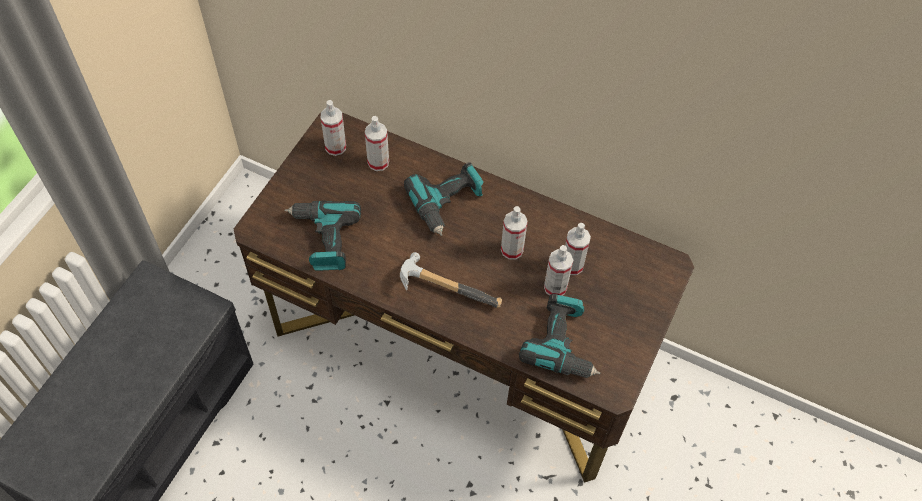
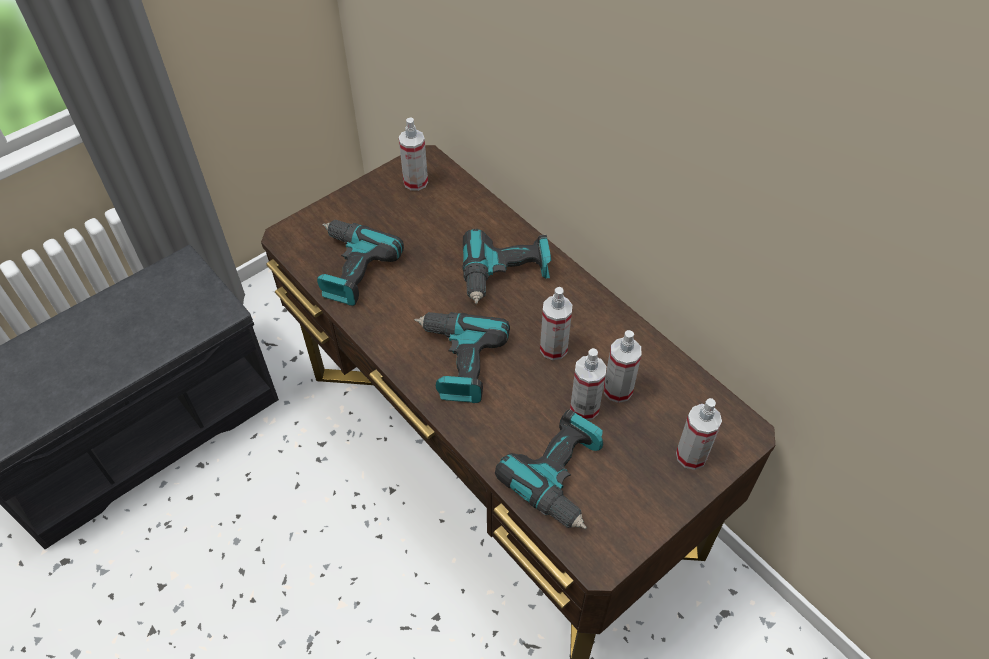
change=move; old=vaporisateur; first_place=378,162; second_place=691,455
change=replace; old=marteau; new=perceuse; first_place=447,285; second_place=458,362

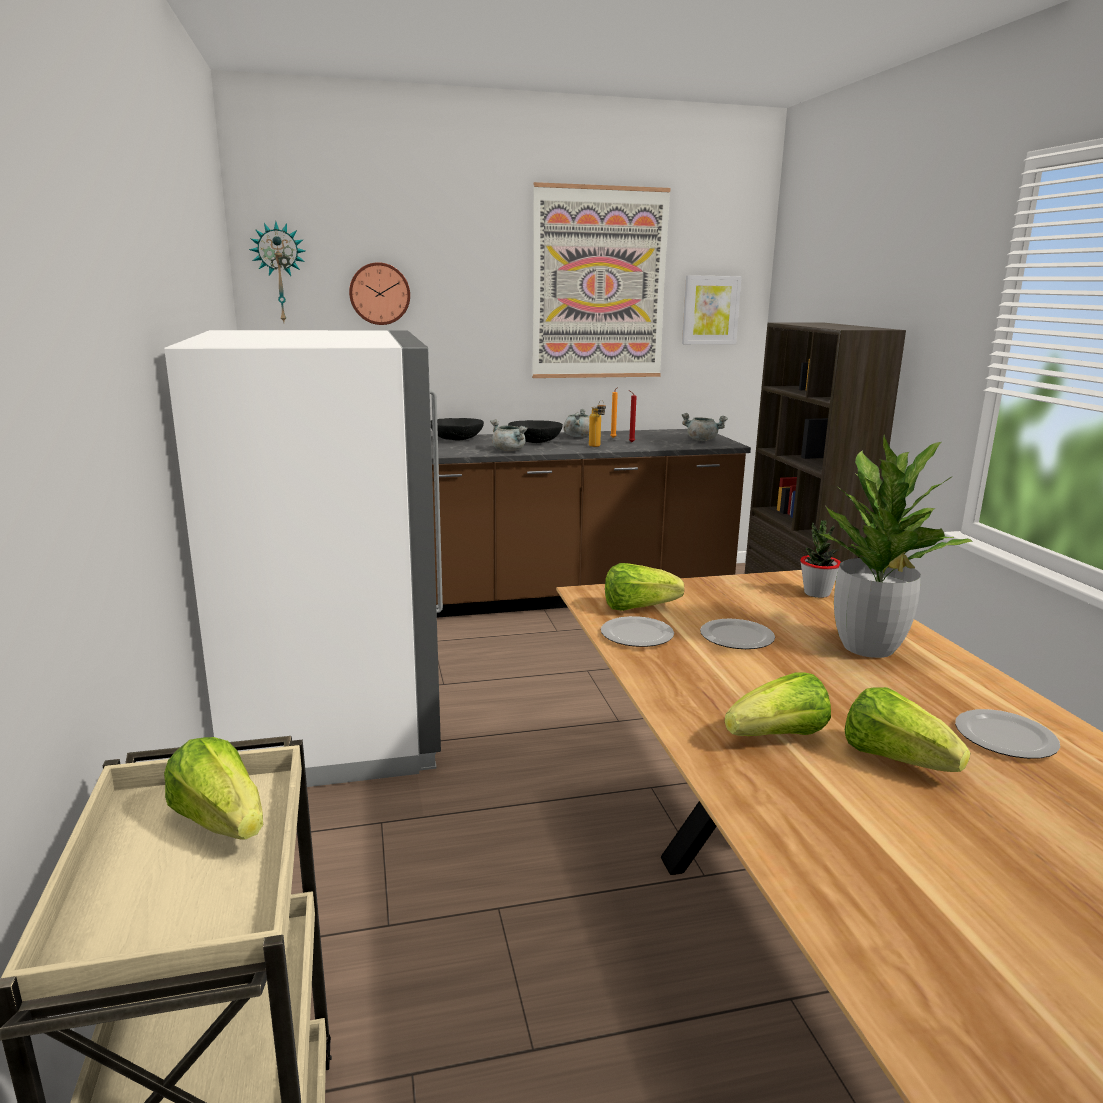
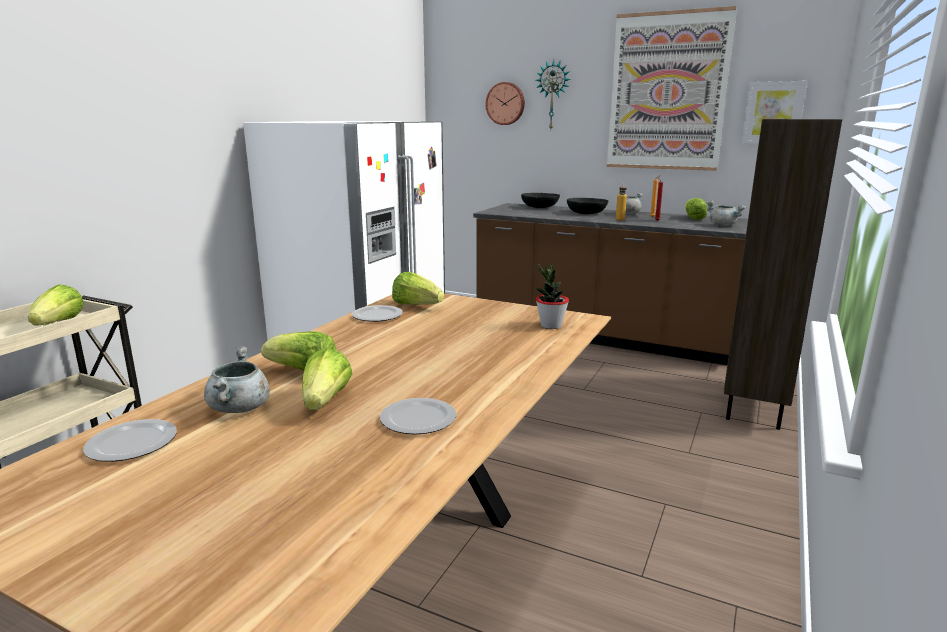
change=delete; old=plante en pot; first_place=868,647
change=insert; new=laitue; second_place=693,218
change=move; old=horloge murale; first_place=280,273; second_place=553,95
change=move; old=marmite/gris; first_place=509,450; second_place=240,408
change=move; old=assiette; first_place=737,637; second_place=134,443

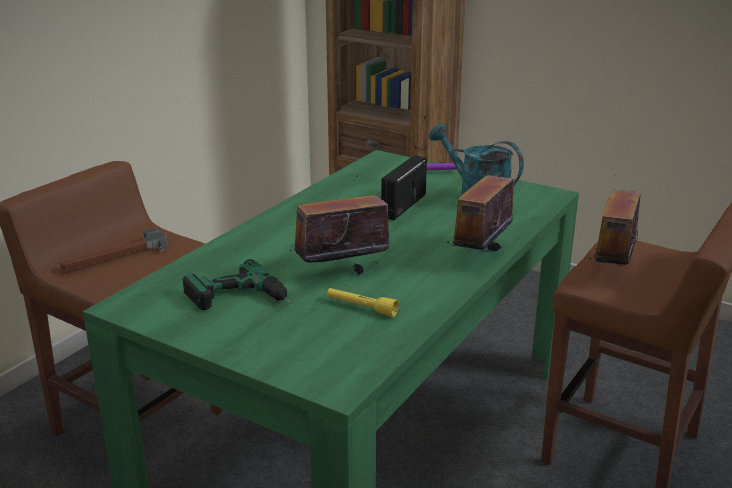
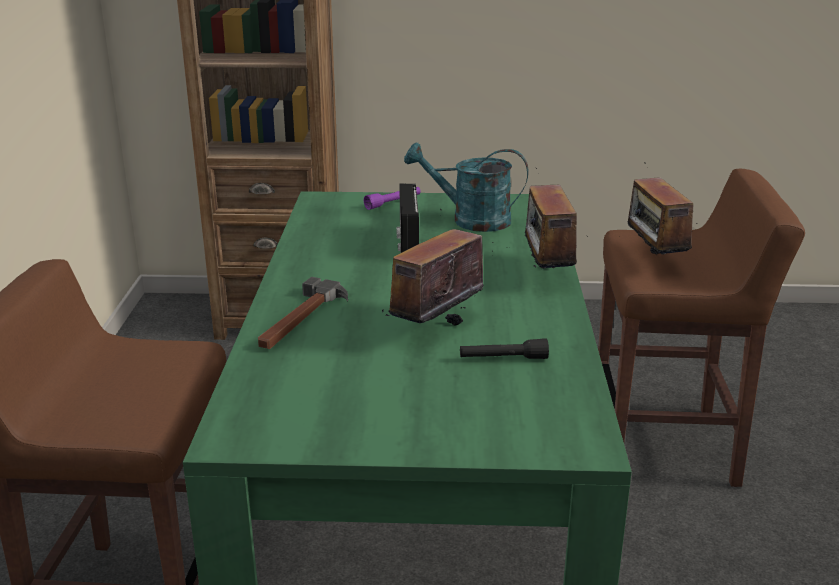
change=delete; old=perceuse; first_place=242,301
change=move; old=marteau; first_place=116,257; second_place=301,319
change=recolor; old=lampe de poche/jaune; new=lampe de poche/noir; first_place=361,307; second_place=503,359

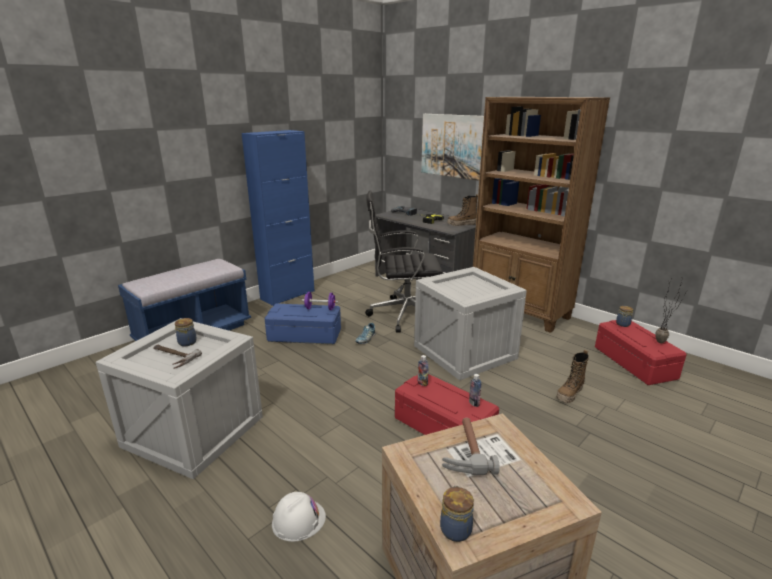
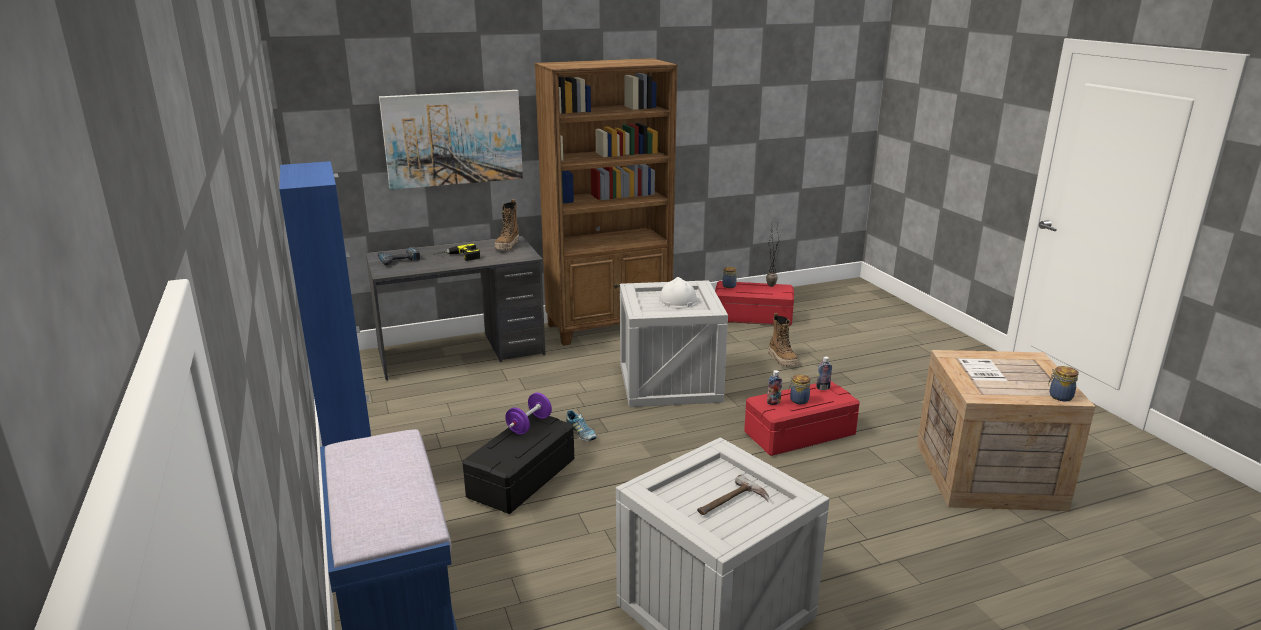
change=delete; old=chaise de bureau/noir; first_place=403,314
change=delete; old=marteau; first_place=464,451
change=move; old=bocal; first_place=188,342; second_place=798,400
change=move; old=casque de chantier/blanc; first_place=298,519; second_place=677,301
change=recolor; old=boîte de rangement/bleu; new=boîte de rangement/noir; first_place=305,335; second_place=521,478

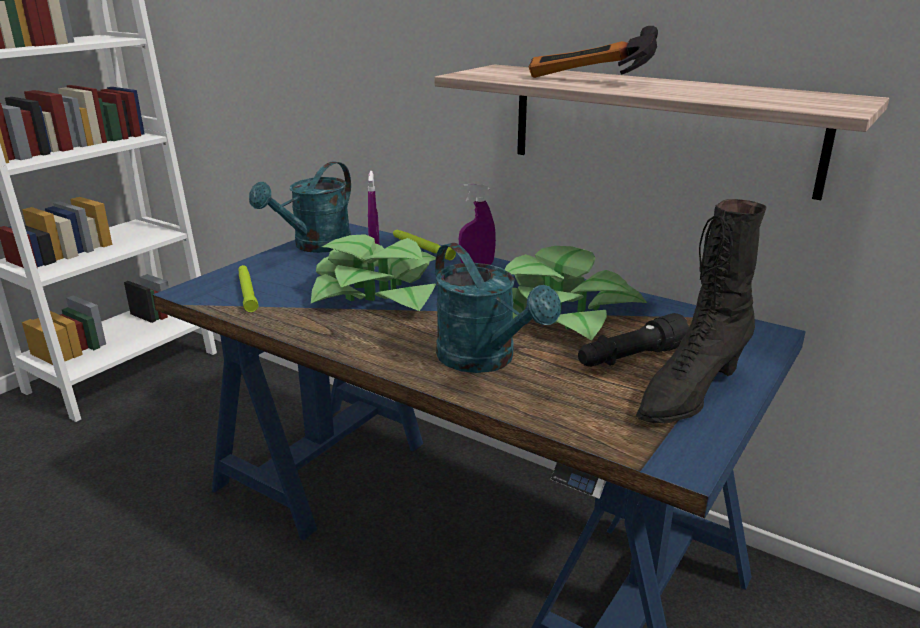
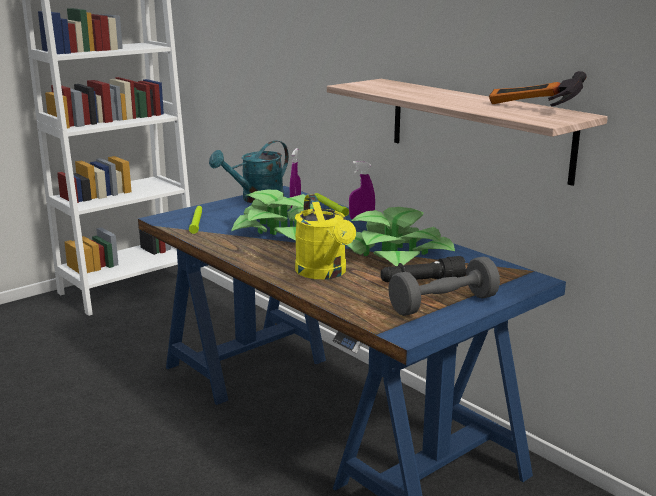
change=move; old=marteau; first_place=587,81; second_place=530,109
change=replace; old=botte/noir; new=haltère/gris; first_place=689,394; second_place=443,304
change=recolor; old=arrosoir/turquoise; new=arrosoir/jaune; first_place=485,360; second_place=324,273

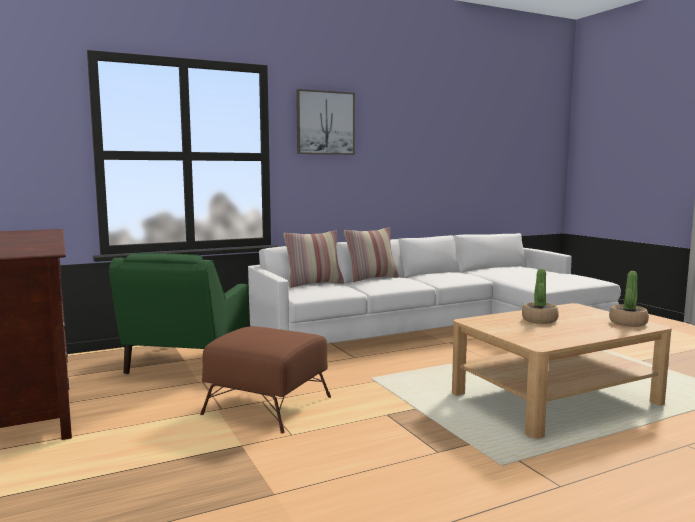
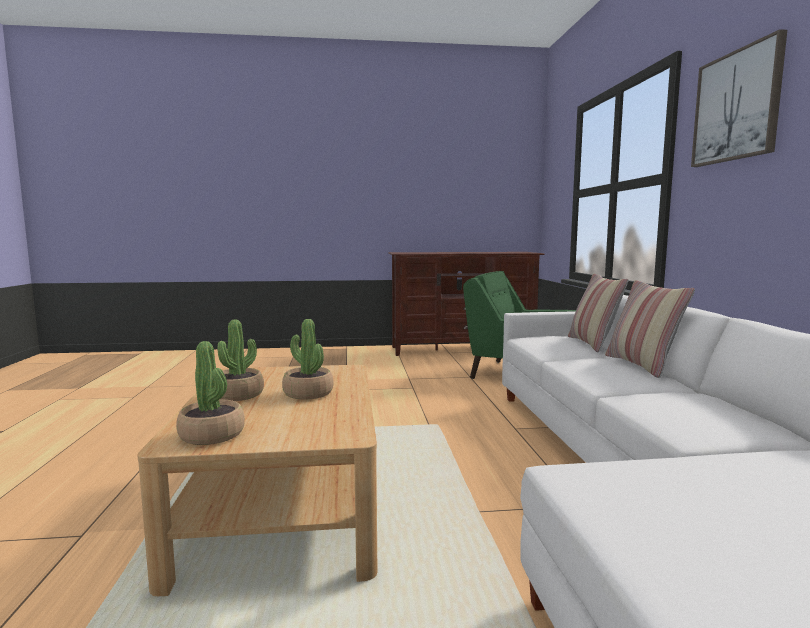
change=delete; old=pouf/marron; first_place=268,405
change=insert; new=plante en pot; second_place=238,395

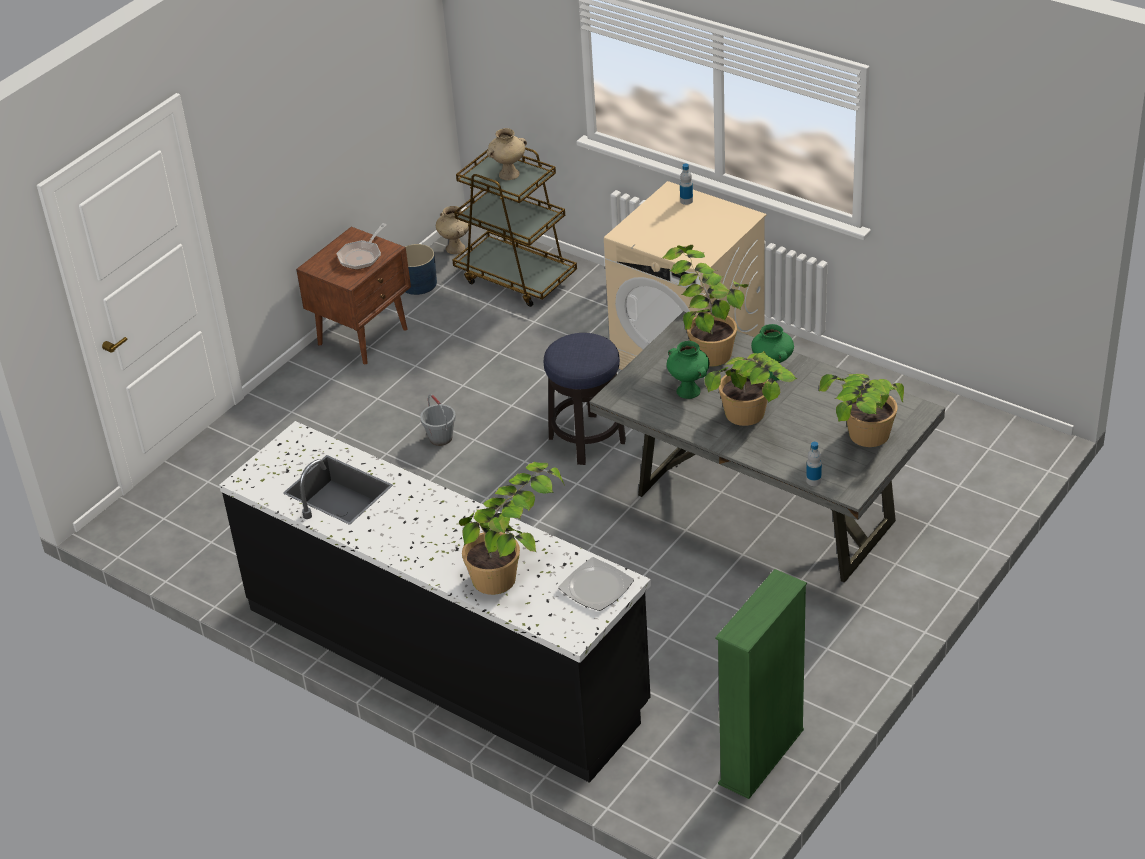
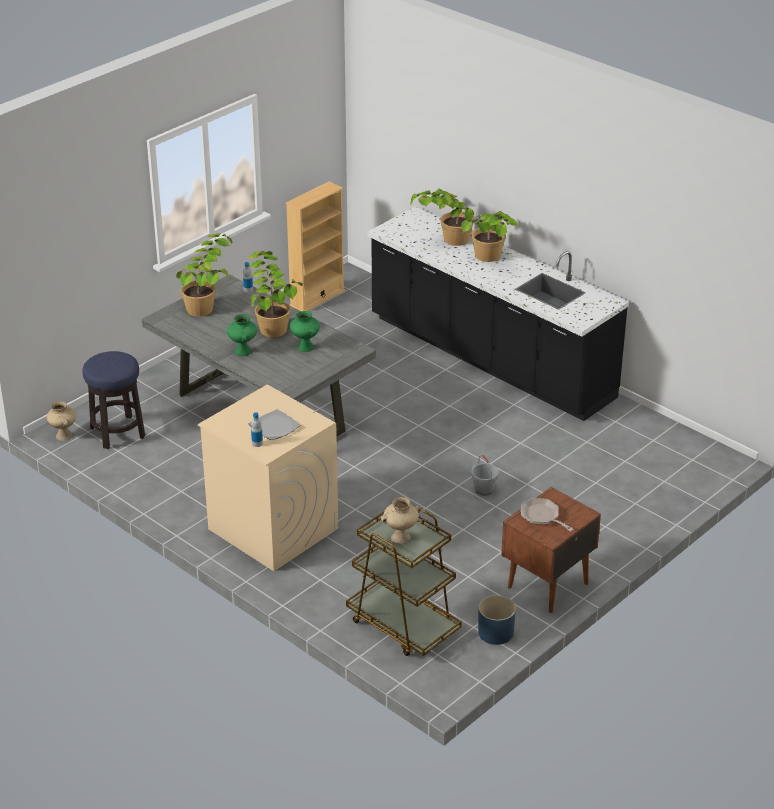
change=move; old=vase/beige; first_place=456,248; second_place=63,436
change=move; old=tabouret; first_place=587,440; second_place=117,432
change=move; old=assiette; first_place=595,587; second_place=275,427
change=move; old=plante en pot; first_place=705,342; second_place=490,262
change=recolor; old=bibliothèque/vert; new=bibliothèque/beige; first_place=761,757; second_place=317,298
change=rotate; old=poêle; first_place=362,256; second_place=542,516; degrees=-75

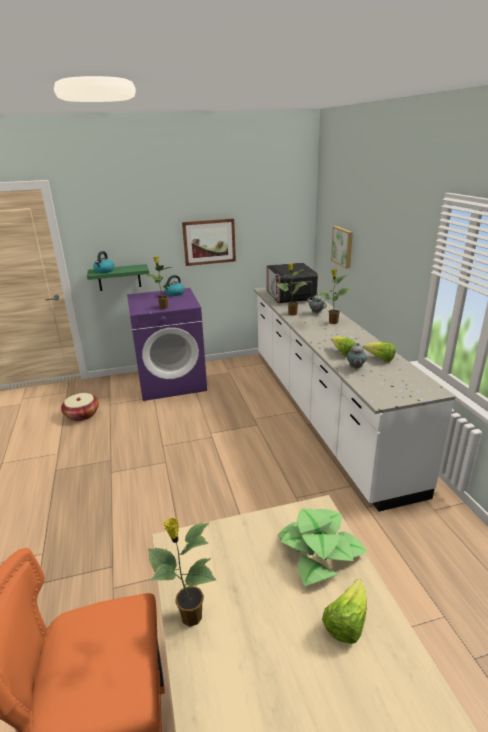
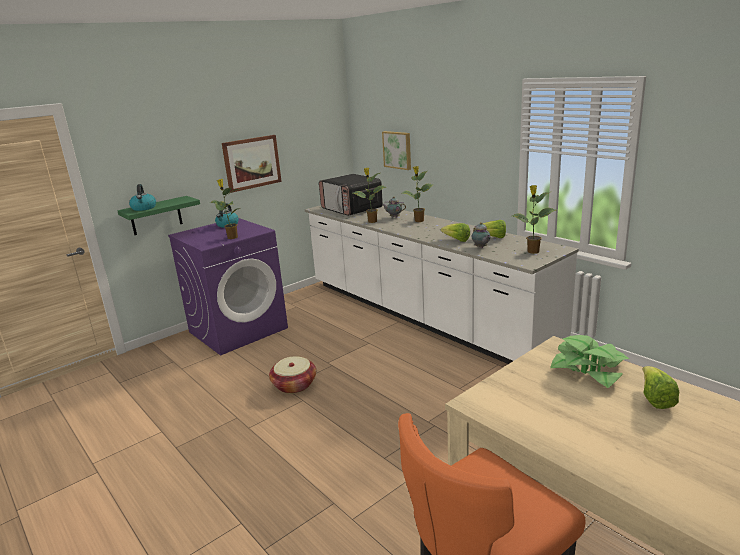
change=move; old=panier; first_place=82,414; second_place=294,385
change=move; old=plante en pot; first_place=190,617; second_place=532,252

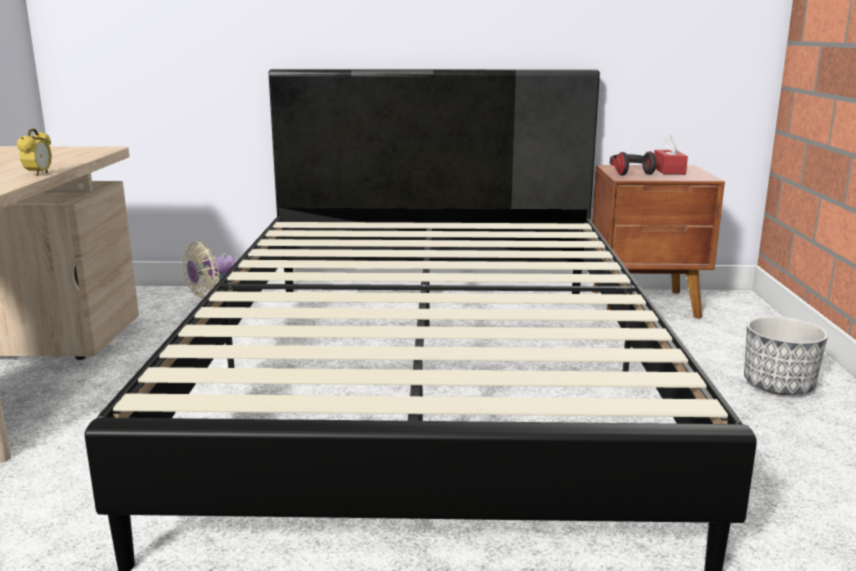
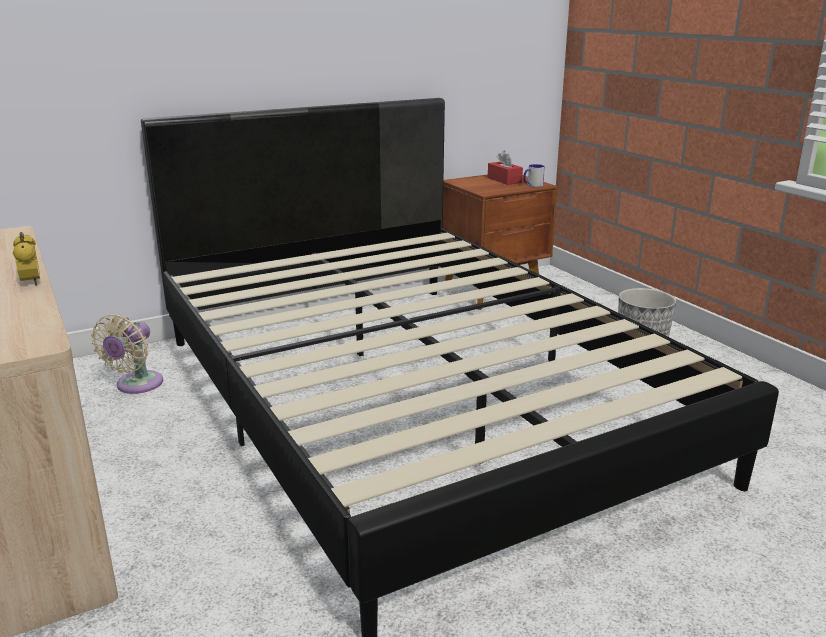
change=delete; old=casque audio; first_place=630,172
change=insert; new=mug; second_place=532,185

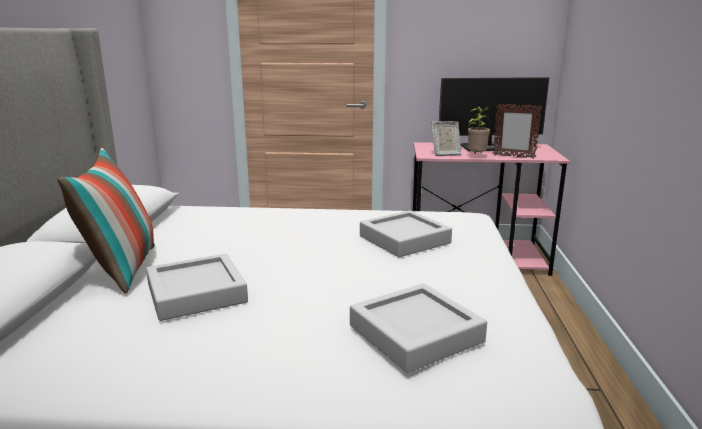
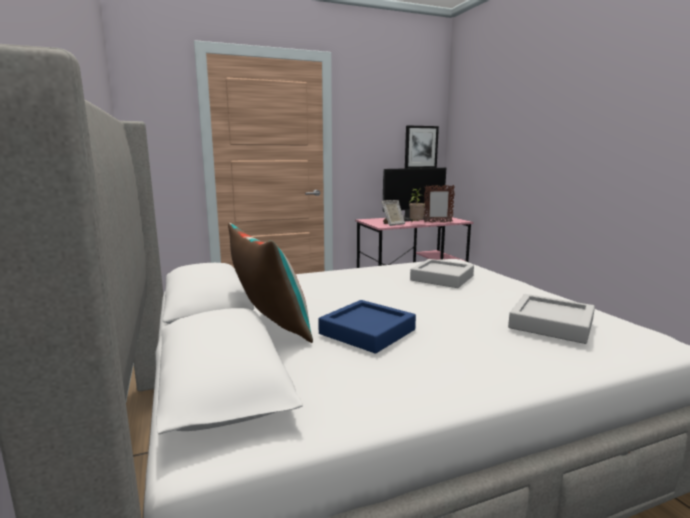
change=insert; new=tableau; second_place=420,147
change=recolor; old=plateau/gris; new=plateau/bleu; first_place=196,293; second_place=367,332

